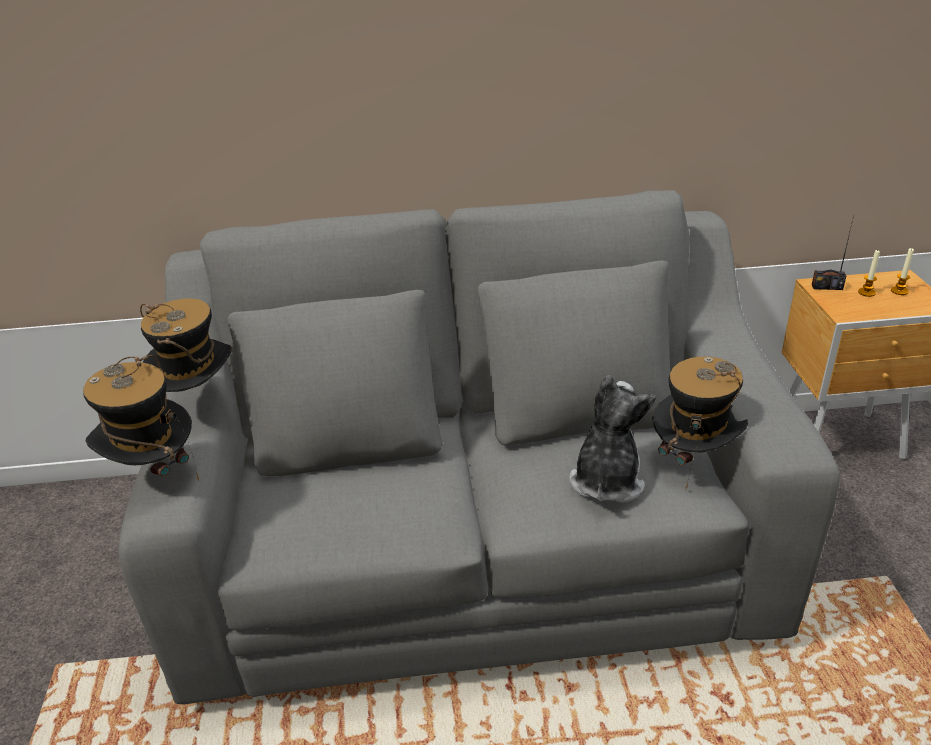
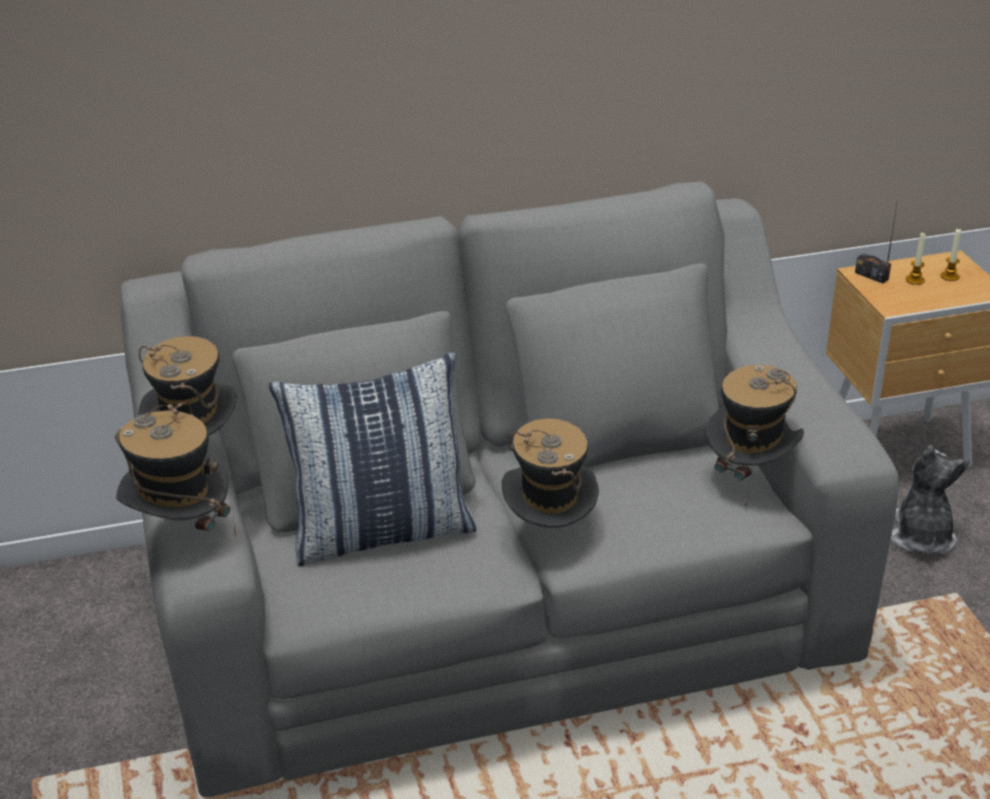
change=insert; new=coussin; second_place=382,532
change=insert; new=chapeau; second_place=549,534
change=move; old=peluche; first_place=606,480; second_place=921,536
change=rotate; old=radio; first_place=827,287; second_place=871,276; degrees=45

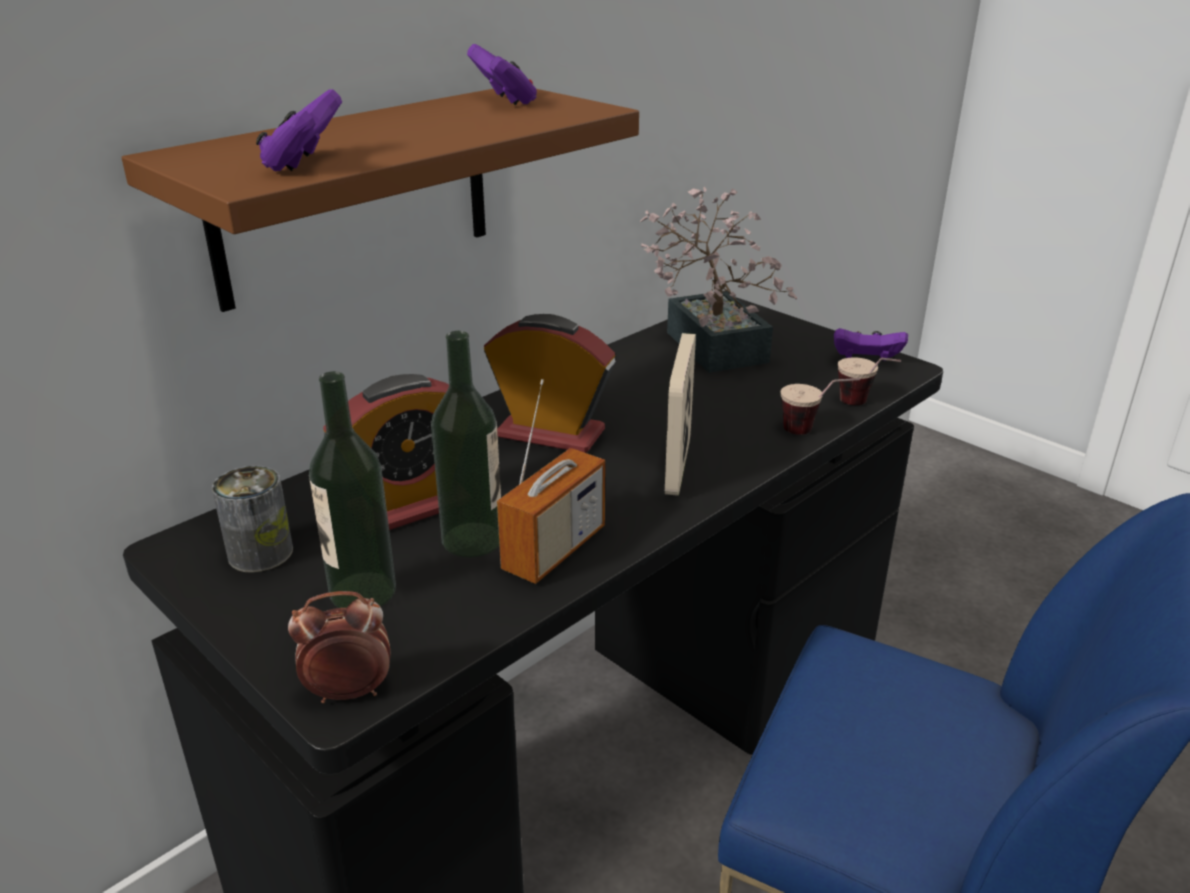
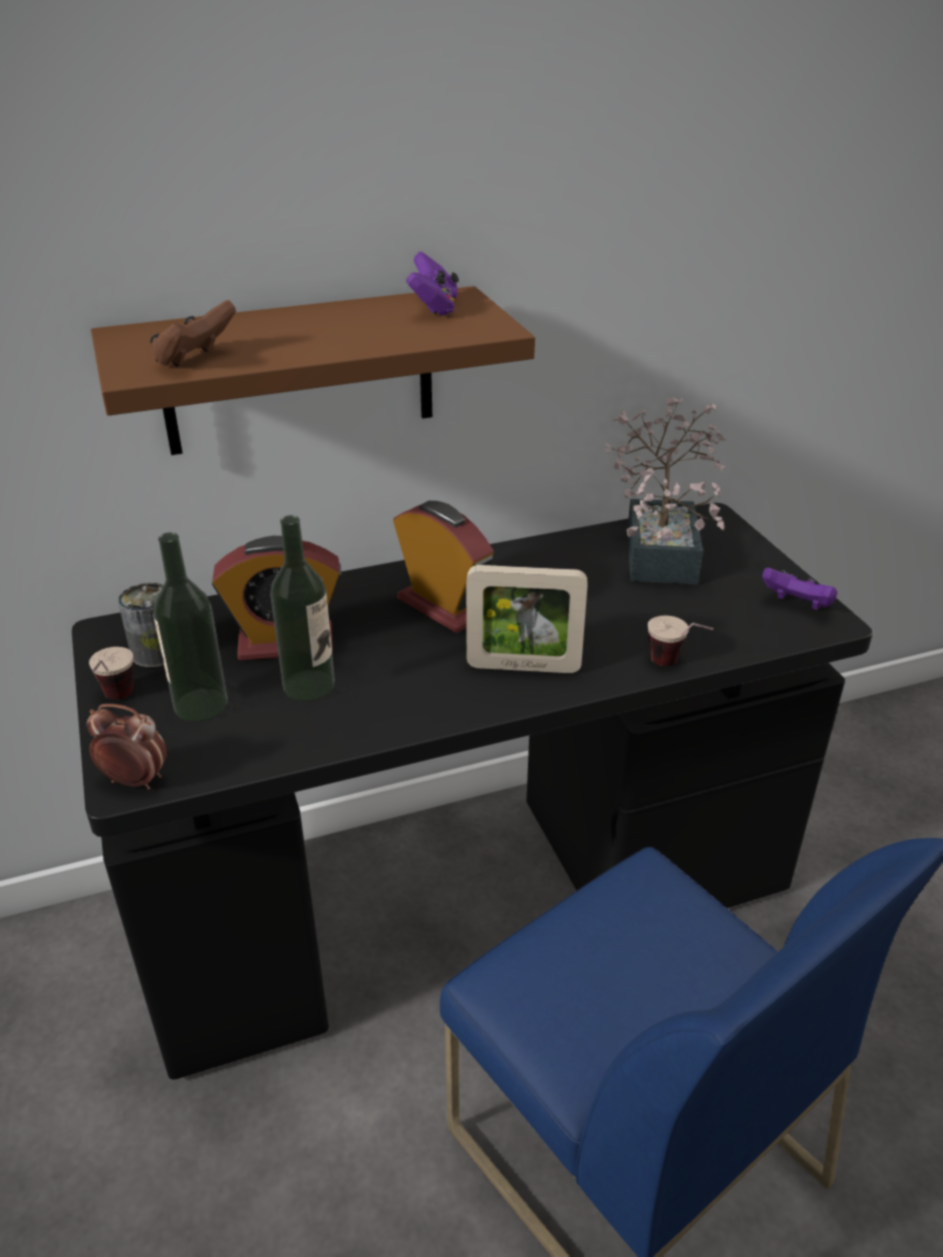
change=delete; old=radio; first_place=554,549
change=move; old=tasse; first_place=864,406; second_place=116,703
change=recolor; old=manette/violet; new=manette/marron; first_place=304,163; second_place=195,359
change=rotate; old=cadre photo; first_place=677,466; second_place=523,667; degrees=-120

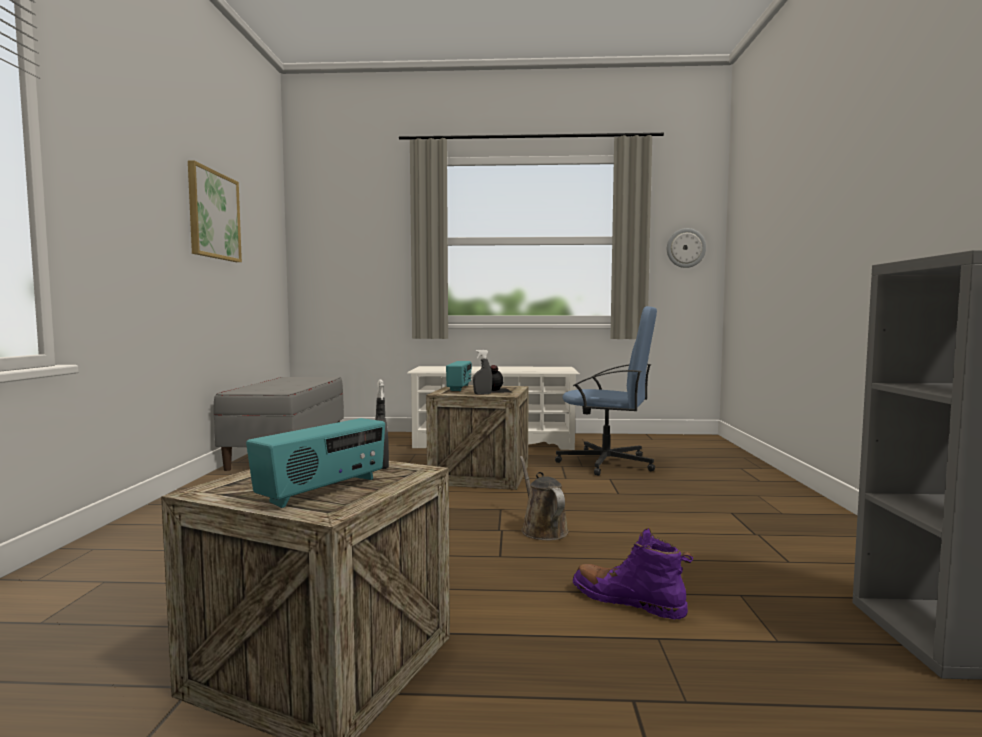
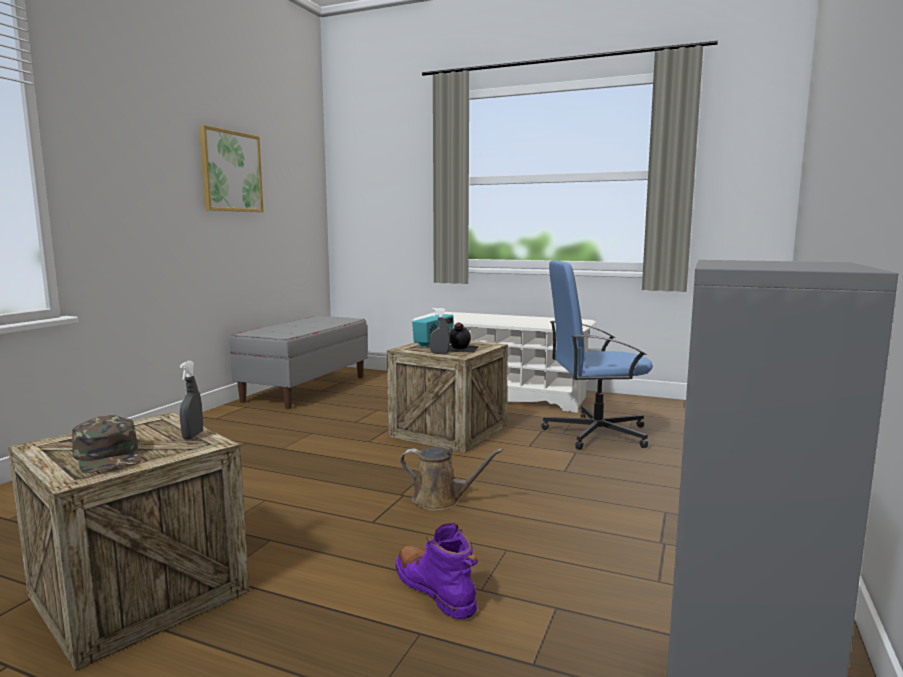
change=delete; old=horloge murale; first_place=685,248
change=replace; old=radio; new=casquette/vert; first_place=324,490; second_place=109,456
change=rotate; old=arrosoir/marron; first_place=542,529; second_place=441,500; degrees=105
change=rotate; old=chaise de bureau/bleu; first_place=607,463; second_place=595,433; degrees=135

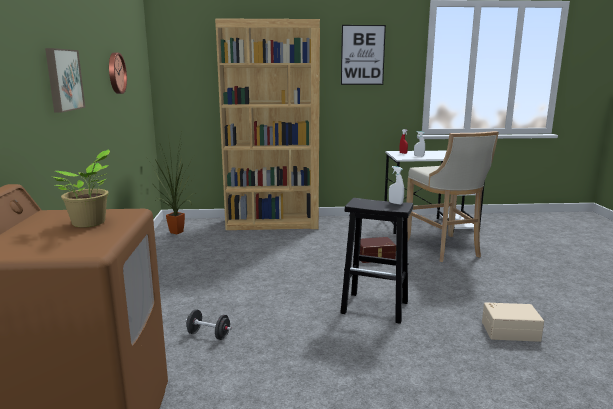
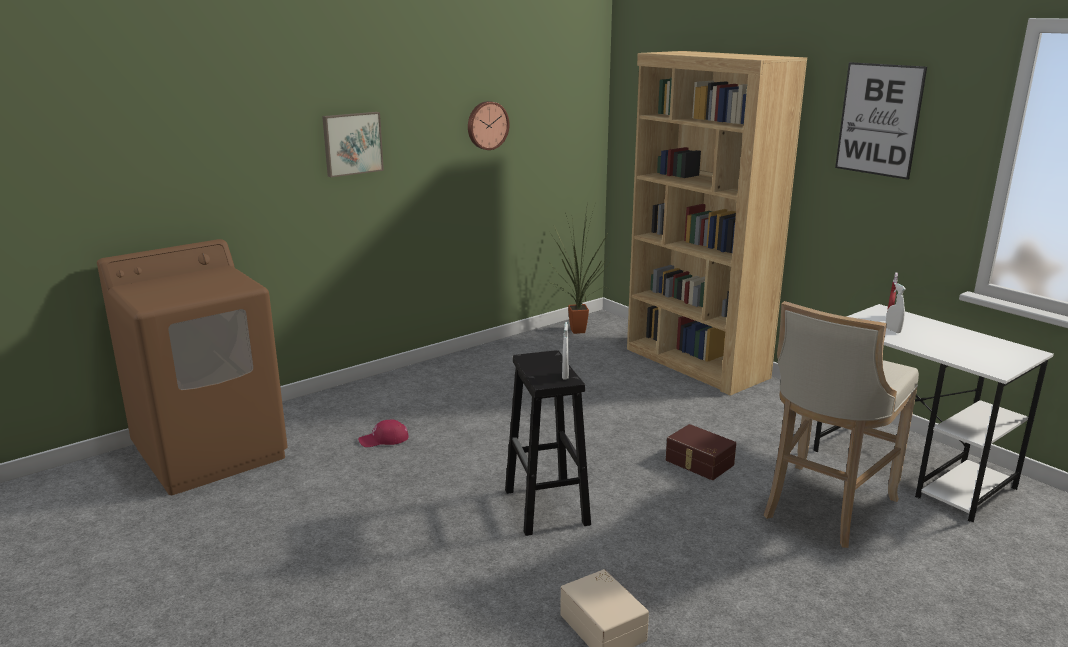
change=delete; old=plante en pot; first_place=91,223
change=replace; old=haltère/noir; new=casquette/rouge; first_place=208,335; second_place=384,439

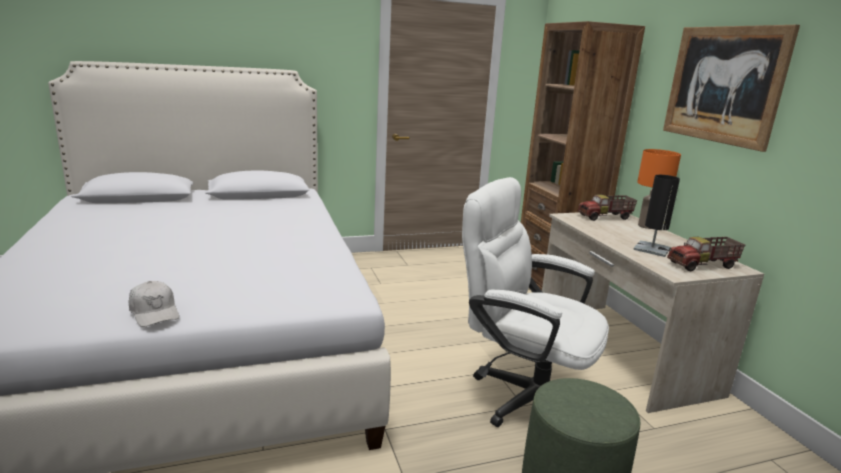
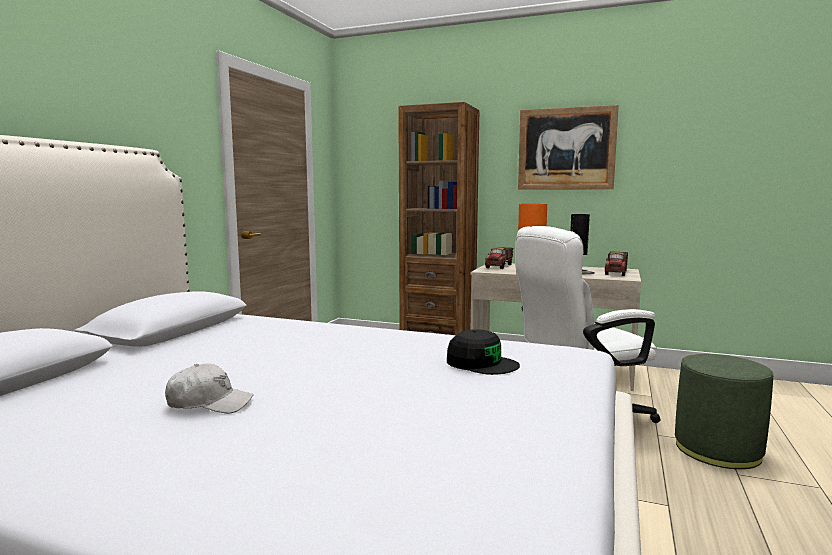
change=insert; new=casquette/noir; second_place=481,363
change=move; old=casquette/blanc; first_place=154,312; second_place=209,403

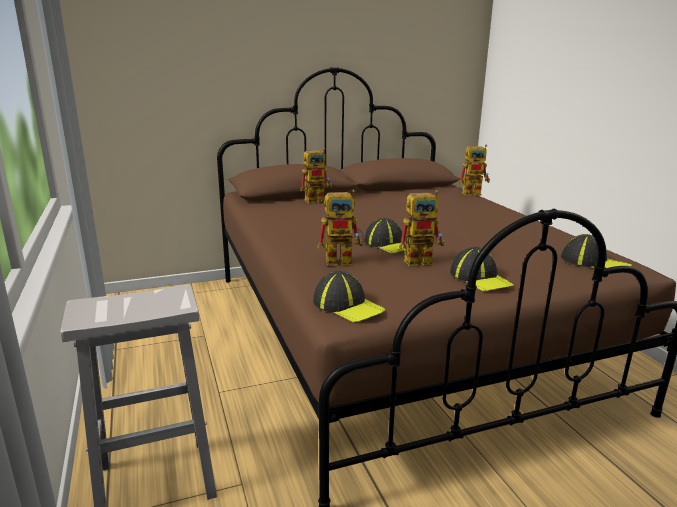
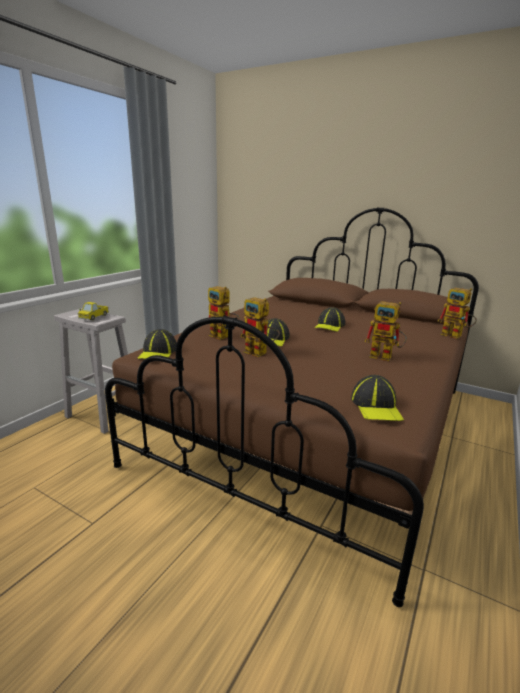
change=insert; new=camion jouet; second_place=94,317
change=move; old=robot jouet; first_place=318,200; second_place=385,357
change=move; old=casquette; first_place=480,278; second_place=329,325

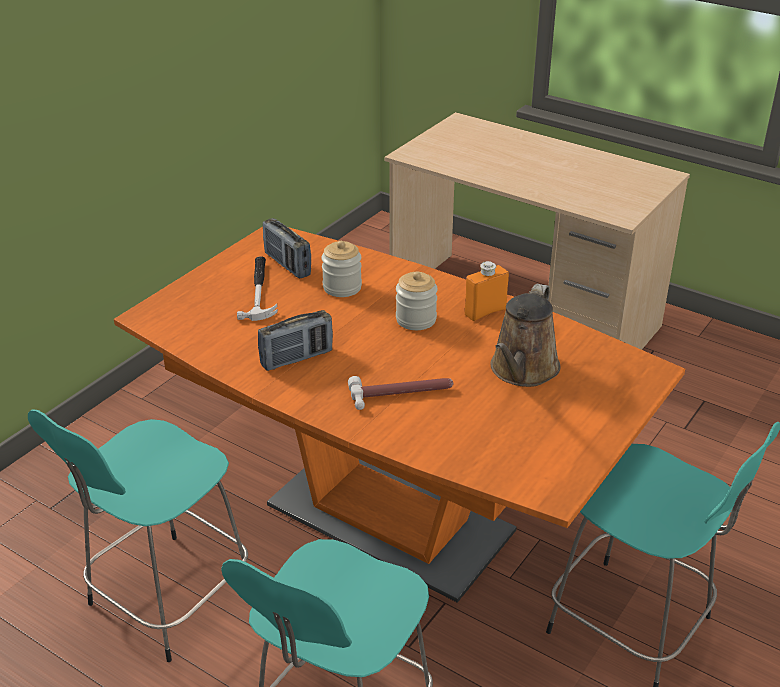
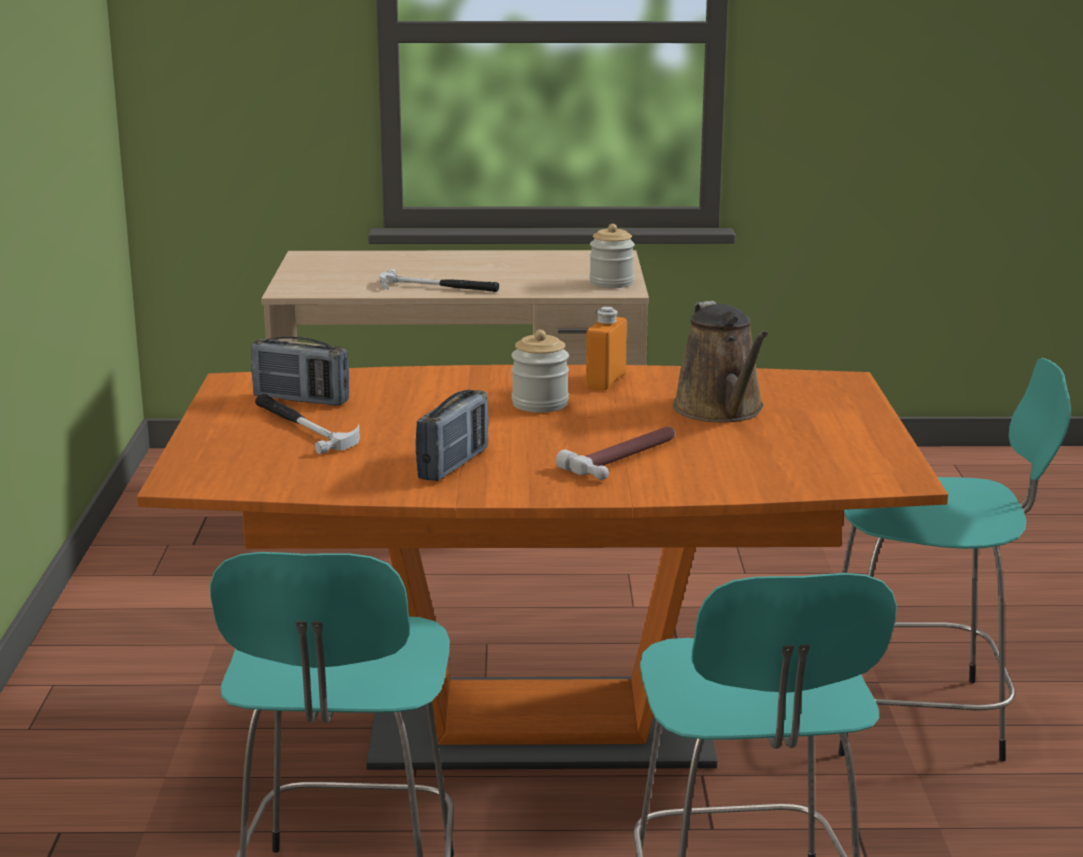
change=insert; new=marteau; second_place=438,287
change=move; old=bocal; first_place=342,287; second_place=611,283

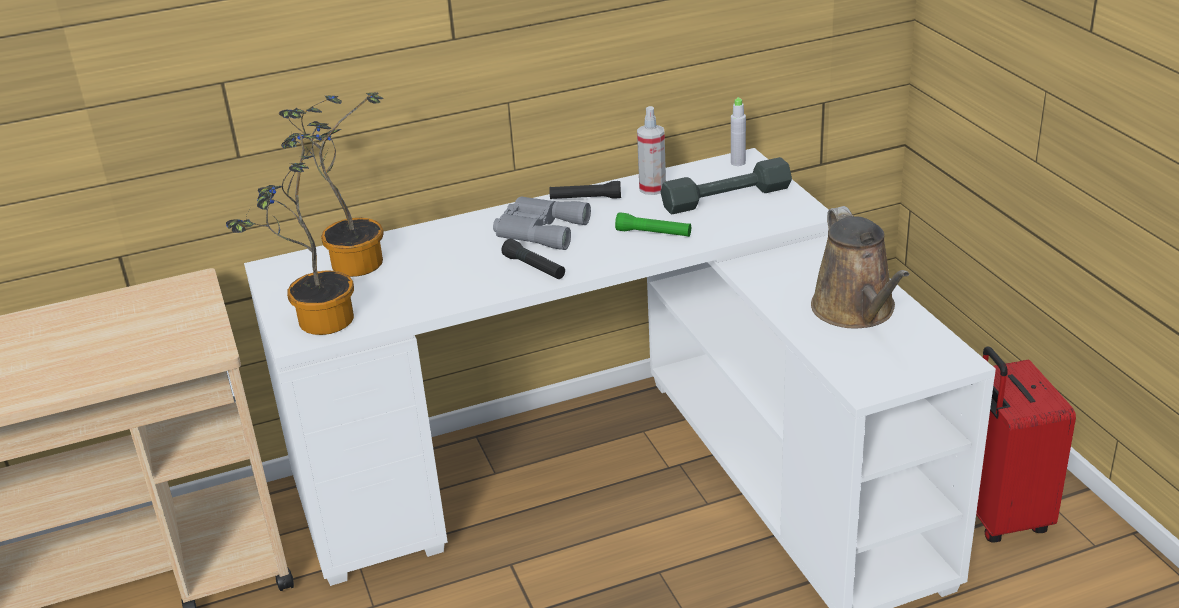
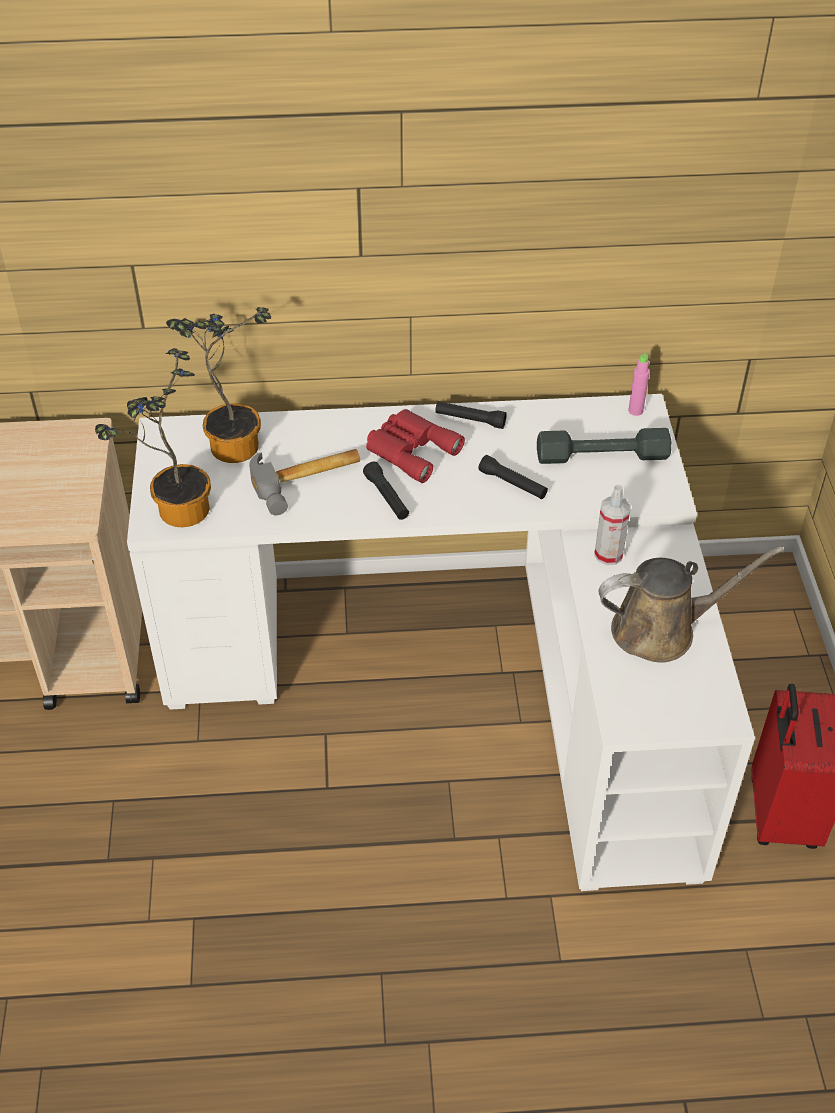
change=insert; new=marteau; second_place=309,481
change=move; old=vaporisateur; first_place=652,188; second_place=608,554
change=recolor; old=jumelles/gris; new=jumelles/rouge; first_place=538,230; second_place=410,449
change=recolor; old=lampe de poche/vert; new=lampe de poche/noir; first_place=653,233; second_place=513,484
change=recolor; old=bouteille/gris; new=bouteille/rose; first_place=738,163; second_place=635,411
change=rotate; old=arrosoir/marron; first_place=856,311; second_place=662,630; degrees=-105

